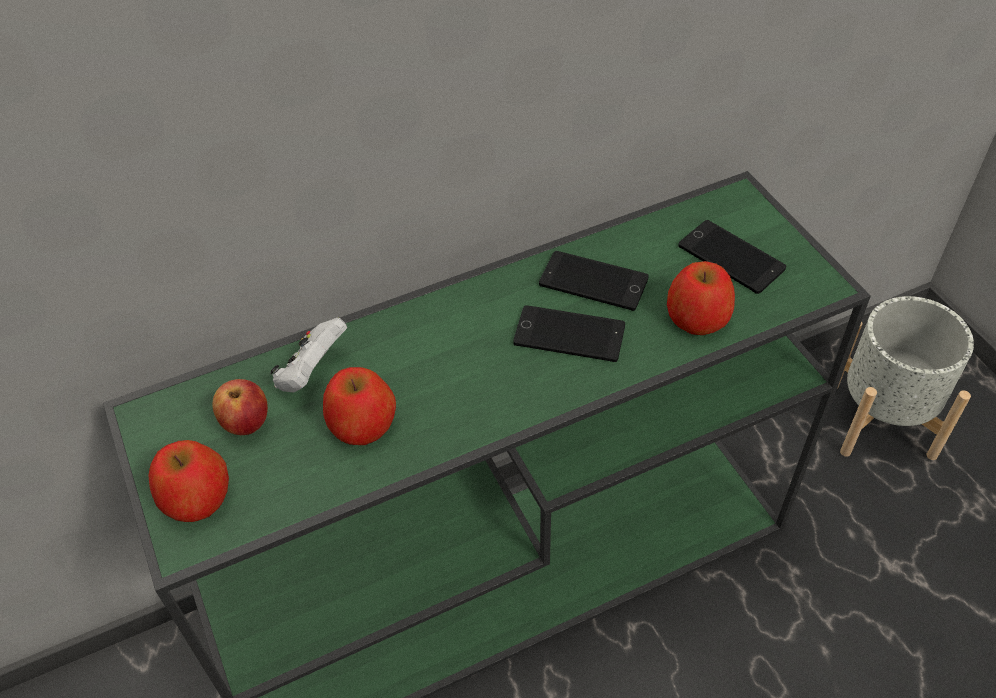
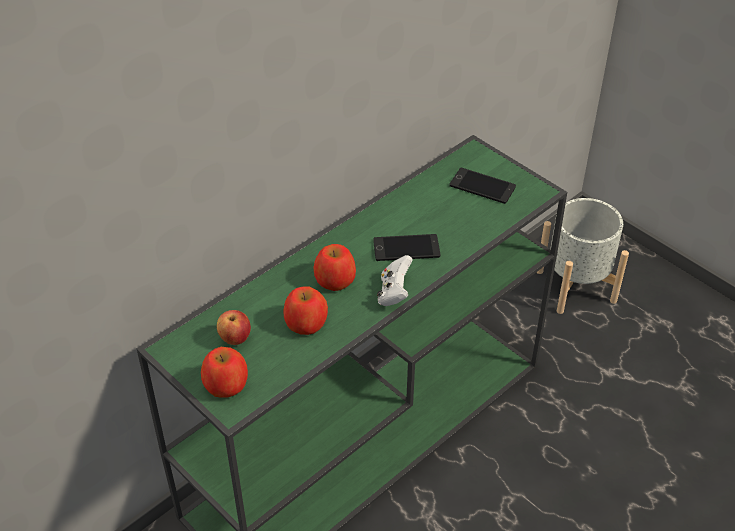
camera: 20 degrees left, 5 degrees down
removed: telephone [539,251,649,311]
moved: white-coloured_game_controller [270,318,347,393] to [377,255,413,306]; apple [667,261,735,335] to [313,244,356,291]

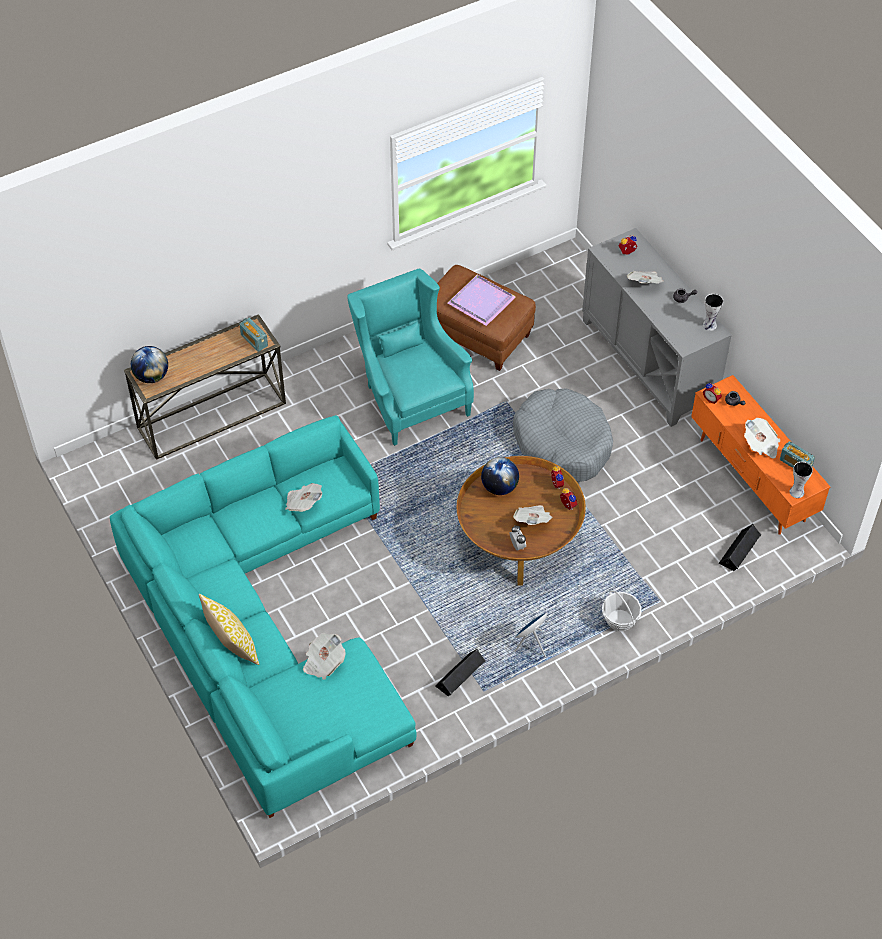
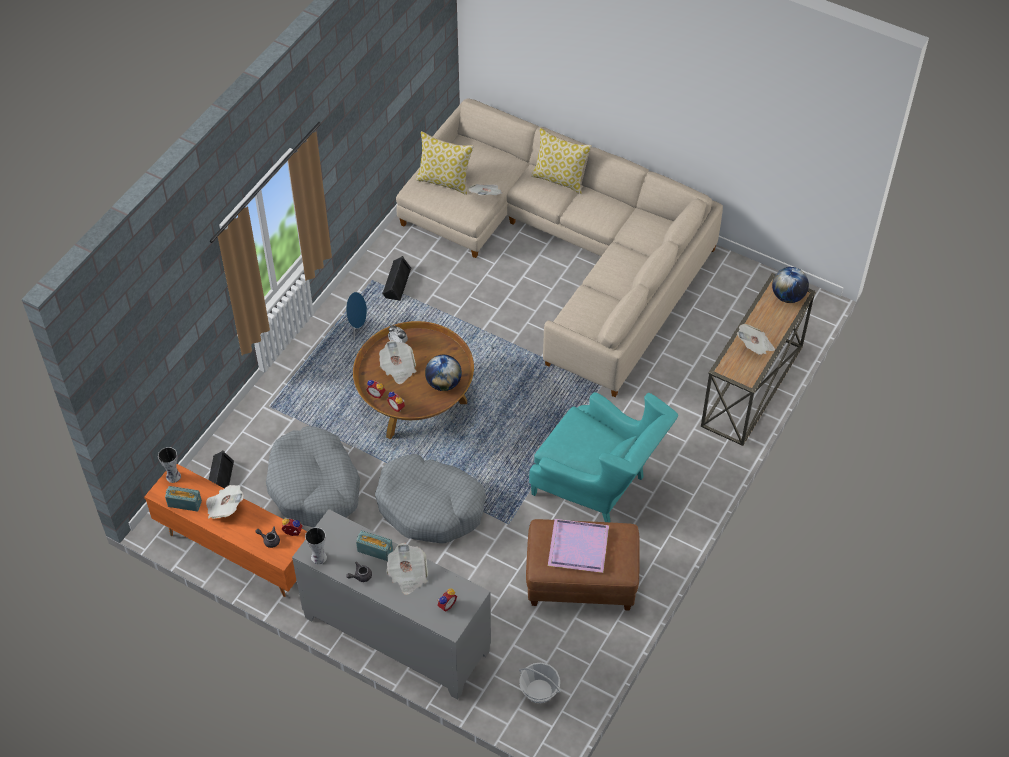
camera: 150 degrees right, 0 degrees up
added: grey_dog_cushion [266,426,360,527]; pillow [416,131,474,195]
moved: radio_receiver [239,318,268,352] to [356,530,393,561]; newspaper [285,483,322,512] to [737,324,775,355]; storage_basket [602,590,642,631] to [519,662,560,703]
recoloured: blue-green_settee [110,415,417,818] to beige_settee [396,98,723,397]

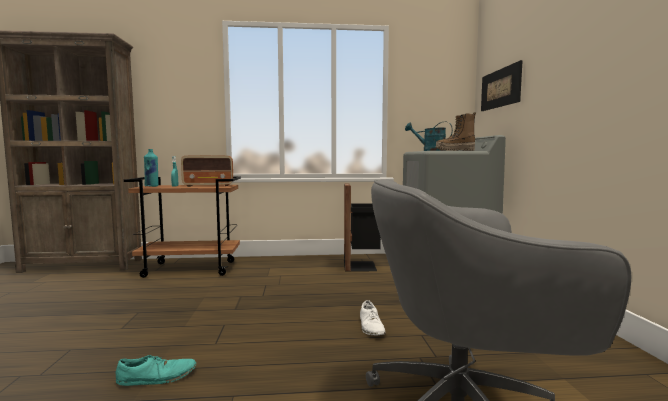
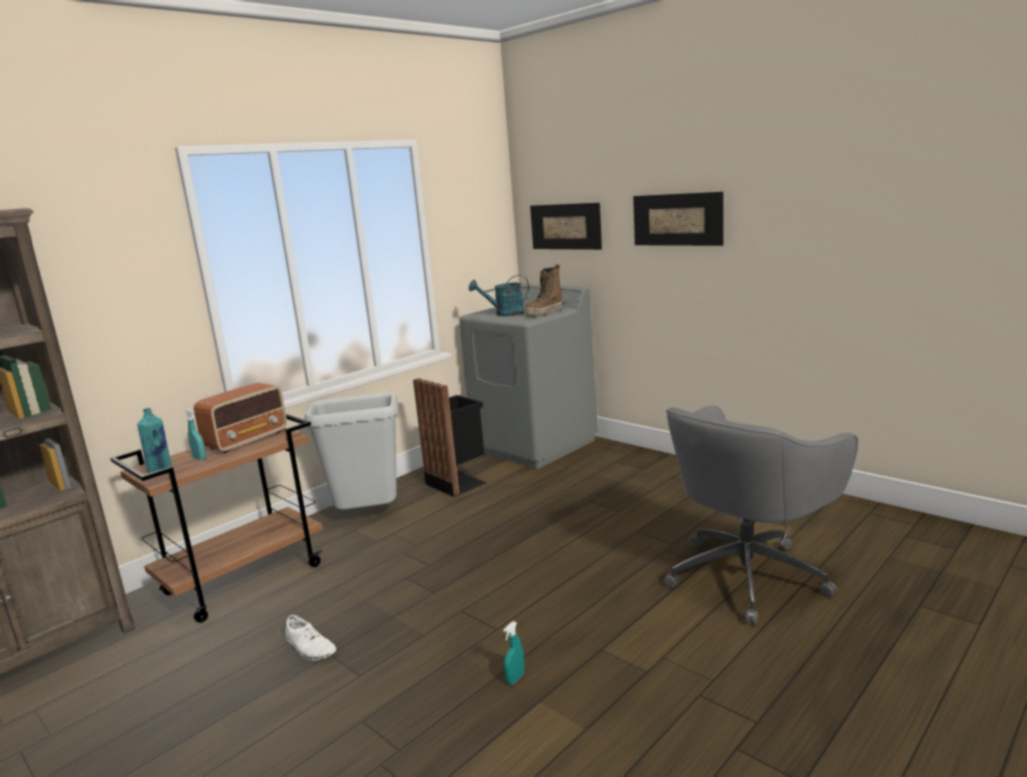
camera: 40 degrees left, 10 degrees up
added: grey_trash_can [304,392,398,510]; wall_art [633,192,724,246]
moved: white-coloured_low_shoe [360,300,386,335] to [285,615,337,661]
replaced: blue-green_low_shoe [116,355,196,386] to blue-green_spray_bottle [503,621,525,685]

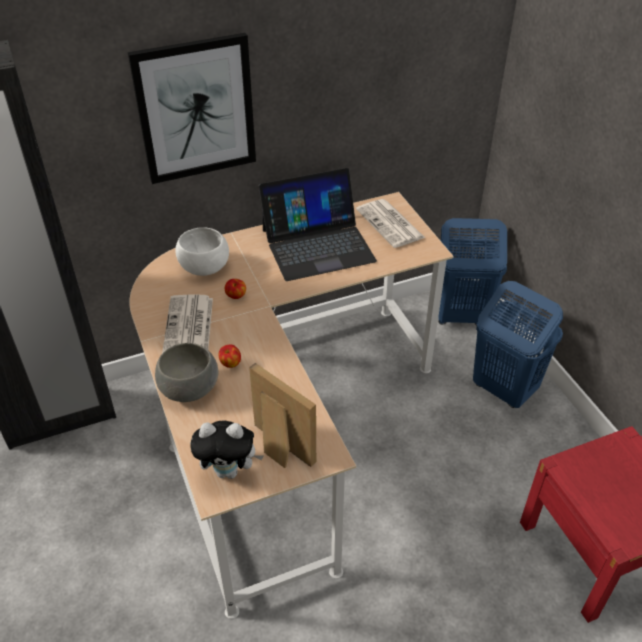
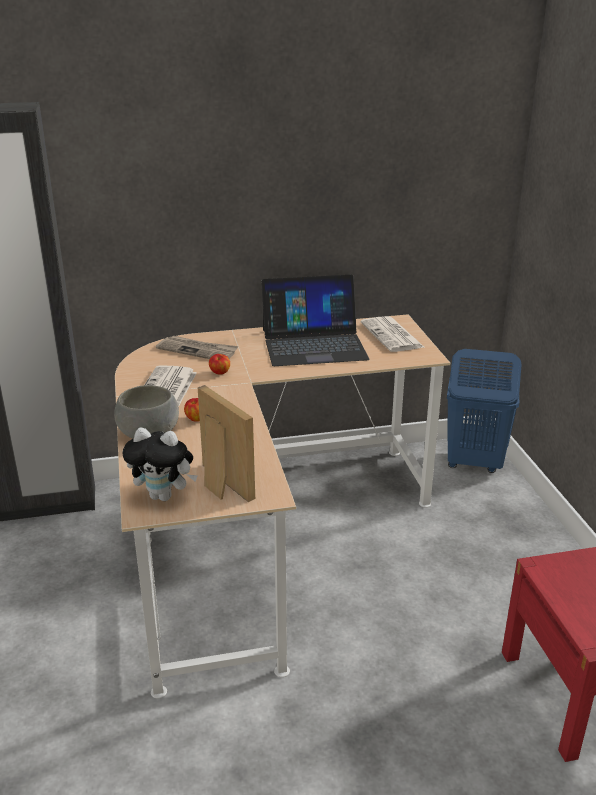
camera: 10 degrees right, 15 degrees down
removed: wall_art [128,33,256,184]; bluish_washing_basket [473,281,563,408]
replaced: white-coloured_bowl [175,227,229,276] to newspaper [156,336,238,359]

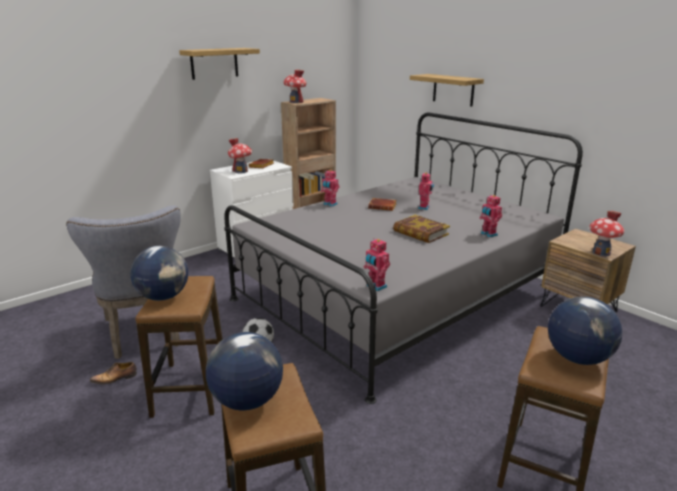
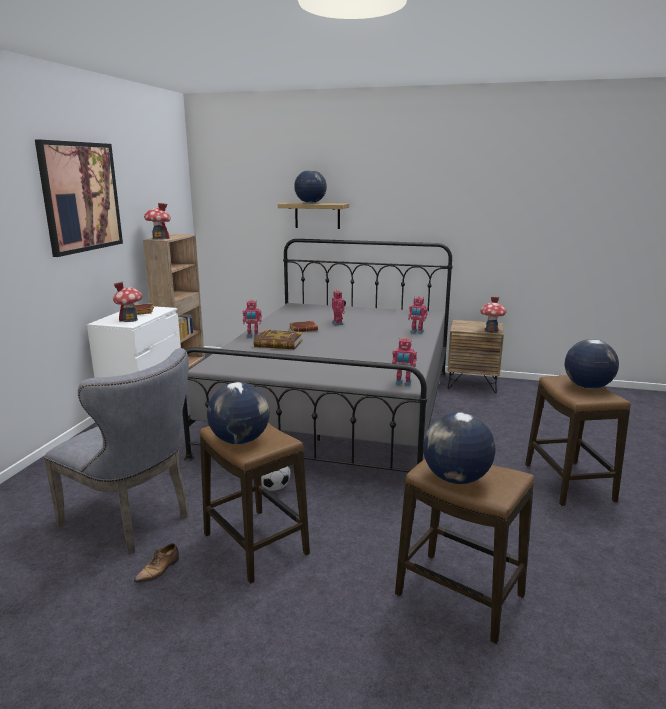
camera: 35 degrees left, 5 degrees down
added: globe [294,170,327,203]
moved: book [393,215,450,243] to [254,330,303,349]
replaced: wall_shelf [179,48,260,80] to wall_art [35,139,123,257]

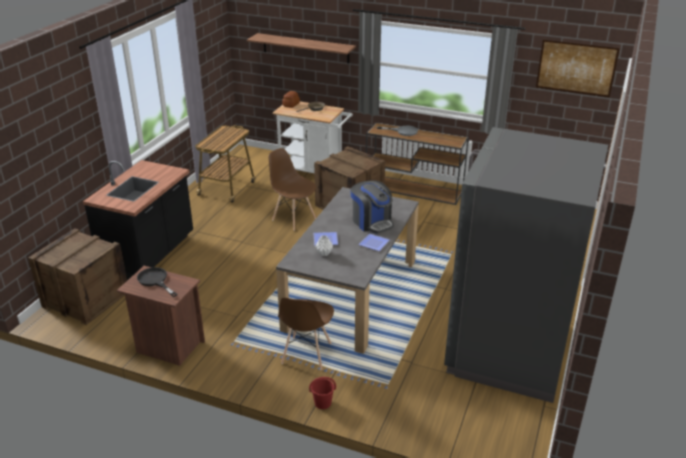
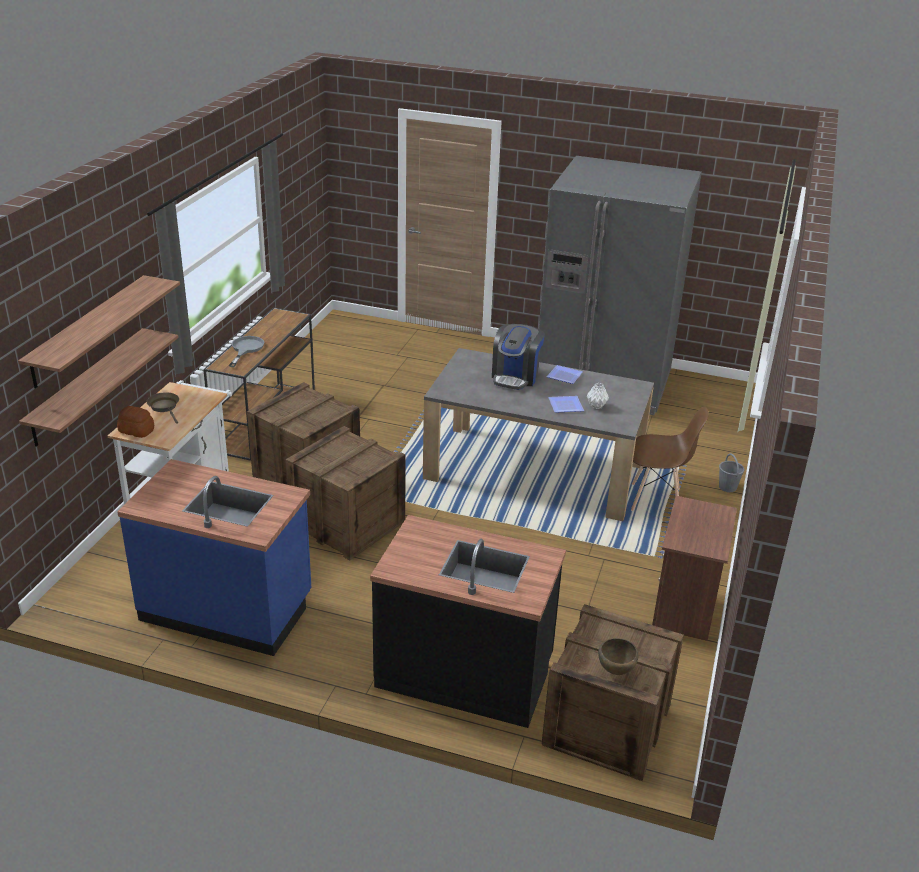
camera: 95 degrees left, 0 degrees up
removed: blackish_skillet [137,267,178,297]; wall_art [536,39,620,97]
added: wall_shelf [19,328,179,447]; brown_bowl [598,638,638,675]
replaced: trolley [196,125,255,203] to bluish_kitchen_counter [117,459,311,656]; brown_plain_chair [269,148,316,231] to crate [286,426,406,560]
recoloured: red-coloured_pail [309,377,336,409] to grey_pail [719,453,745,492]
turned: coffee_maker [350,180,394,234] = [492,324,545,390] 150 degrees clockwise

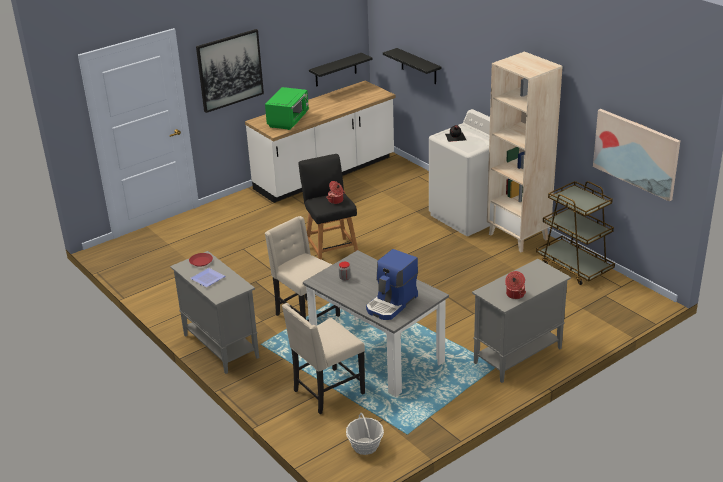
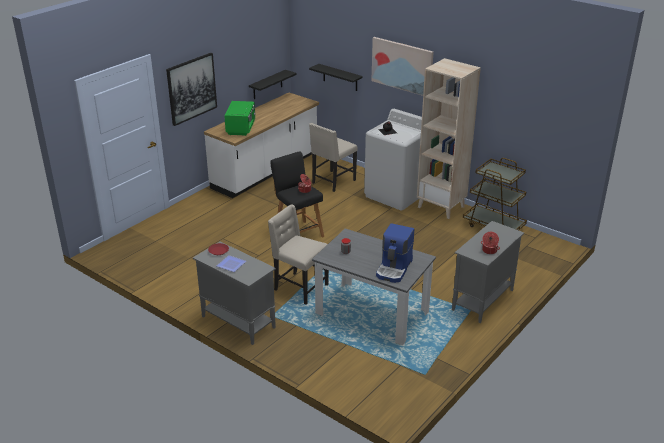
camera: 15 degrees left, 0 degrees up
removed: storage_basket [346,413,384,455]
moved: beige_plain_chair [282,303,365,414] to [309,123,358,192]; wall_art [593,109,680,202] to [371,37,434,96]

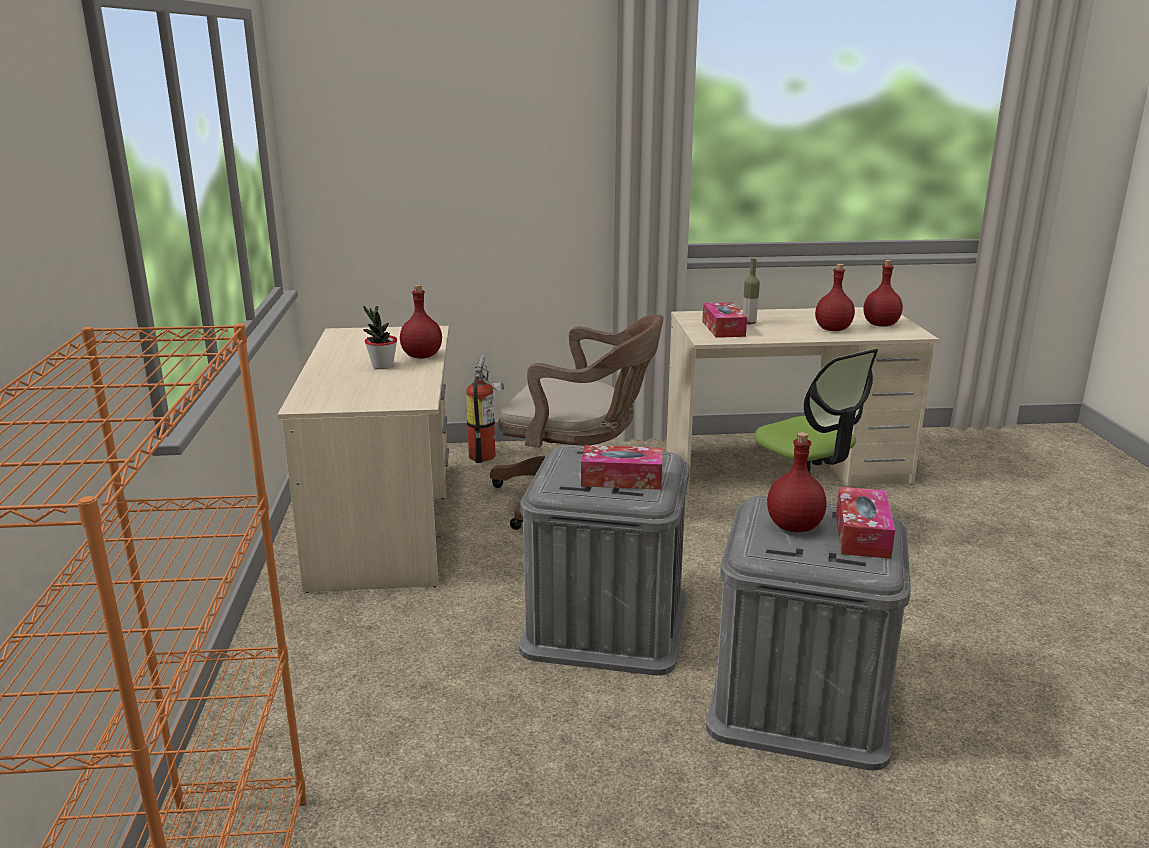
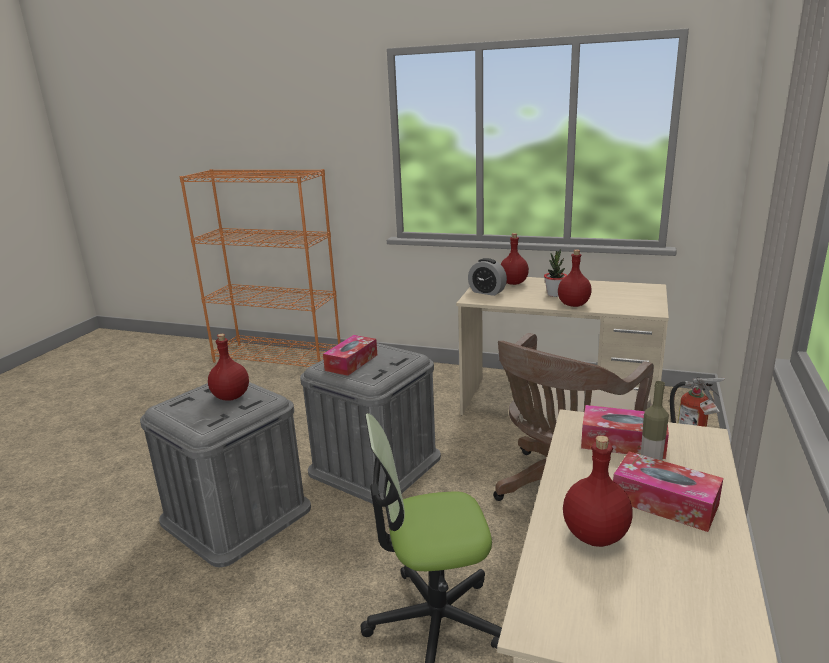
camera: 115 degrees right, 0 degrees up
added: table_clock [468,258,507,296]
moved: tissue_holder [836,487,895,559] to [613,452,723,532]; red-coloured_drink_bottle [864,260,903,327] to [501,233,529,285]

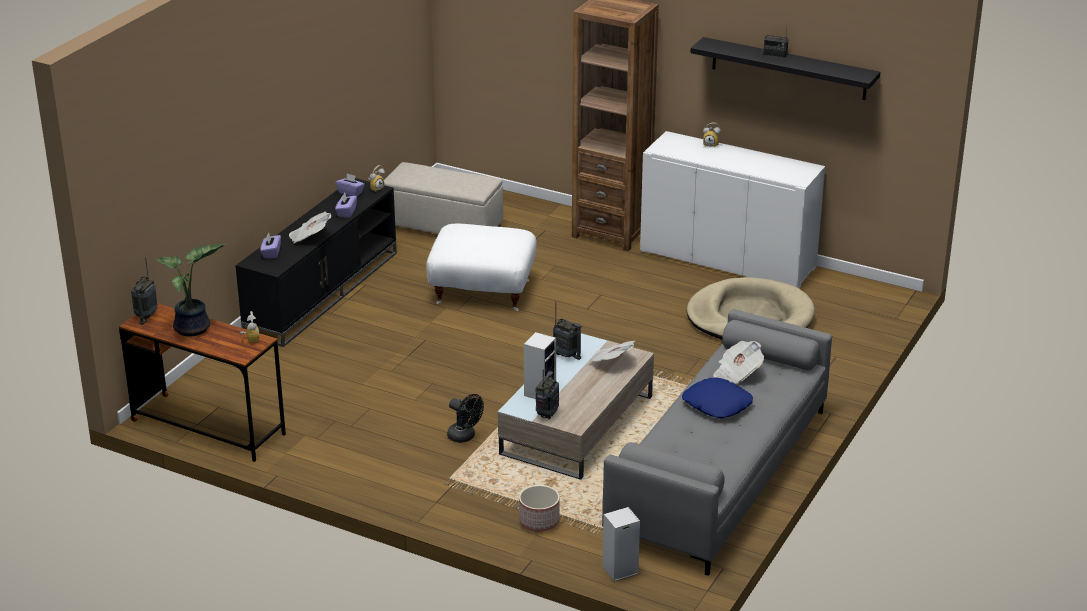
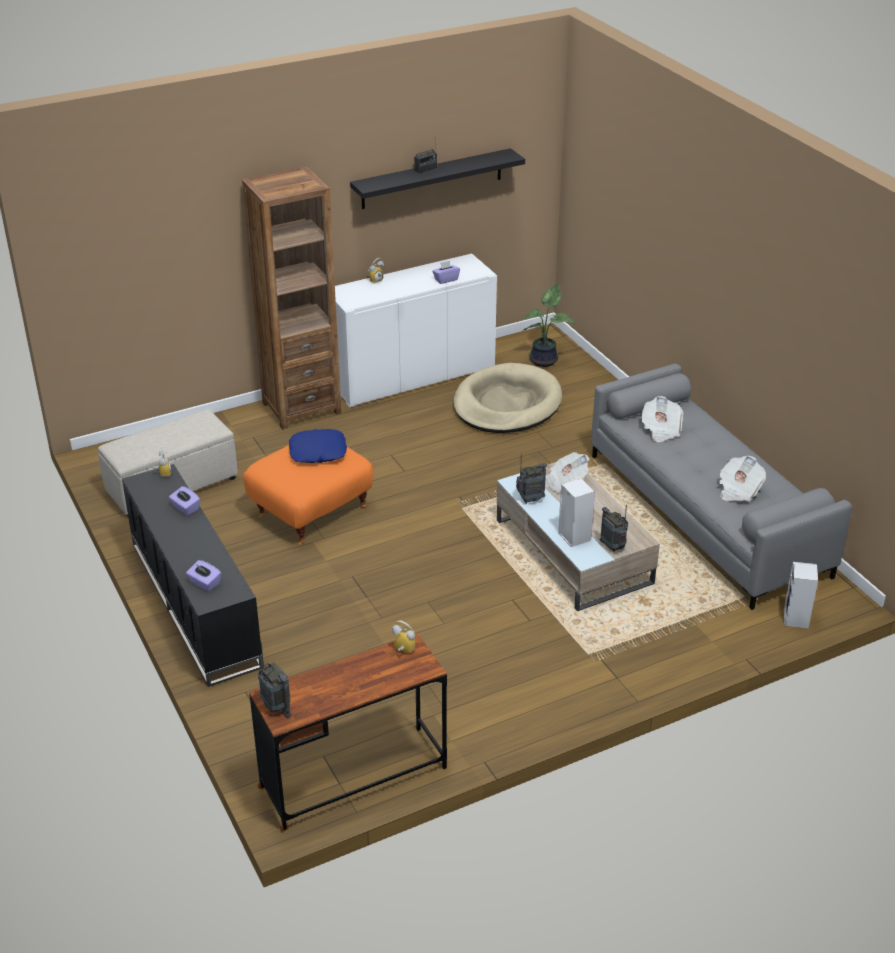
camera: 55 degrees left, 5 degrees up
removed: blackish_fan [447,394,484,443]; planter [519,485,560,532]
moved: potted_plant [156,244,226,337] to [524,283,574,367]; newspaper [289,211,331,243] to [719,456,766,502]; purple-coloured_tissue_holder [336,174,365,196] to [432,261,460,284]; bluish_pillow [682,378,753,418] to [289,429,347,463]
recoloured: white-coloured_ottoman [426,224,537,311] to orange-coloured_ottoman [243,445,373,545]

